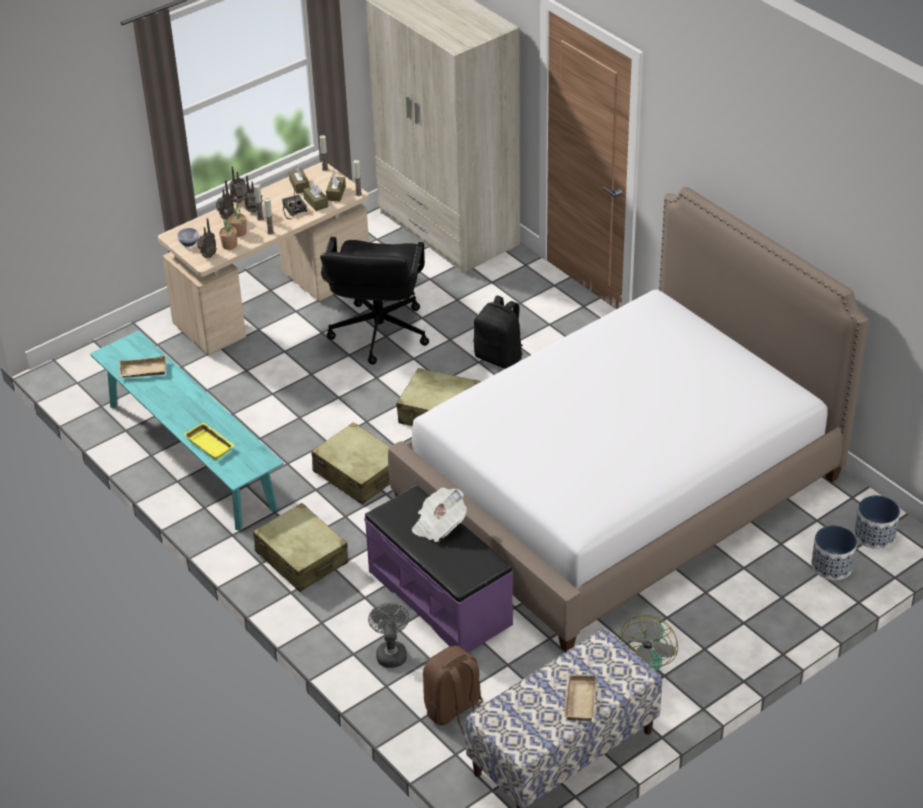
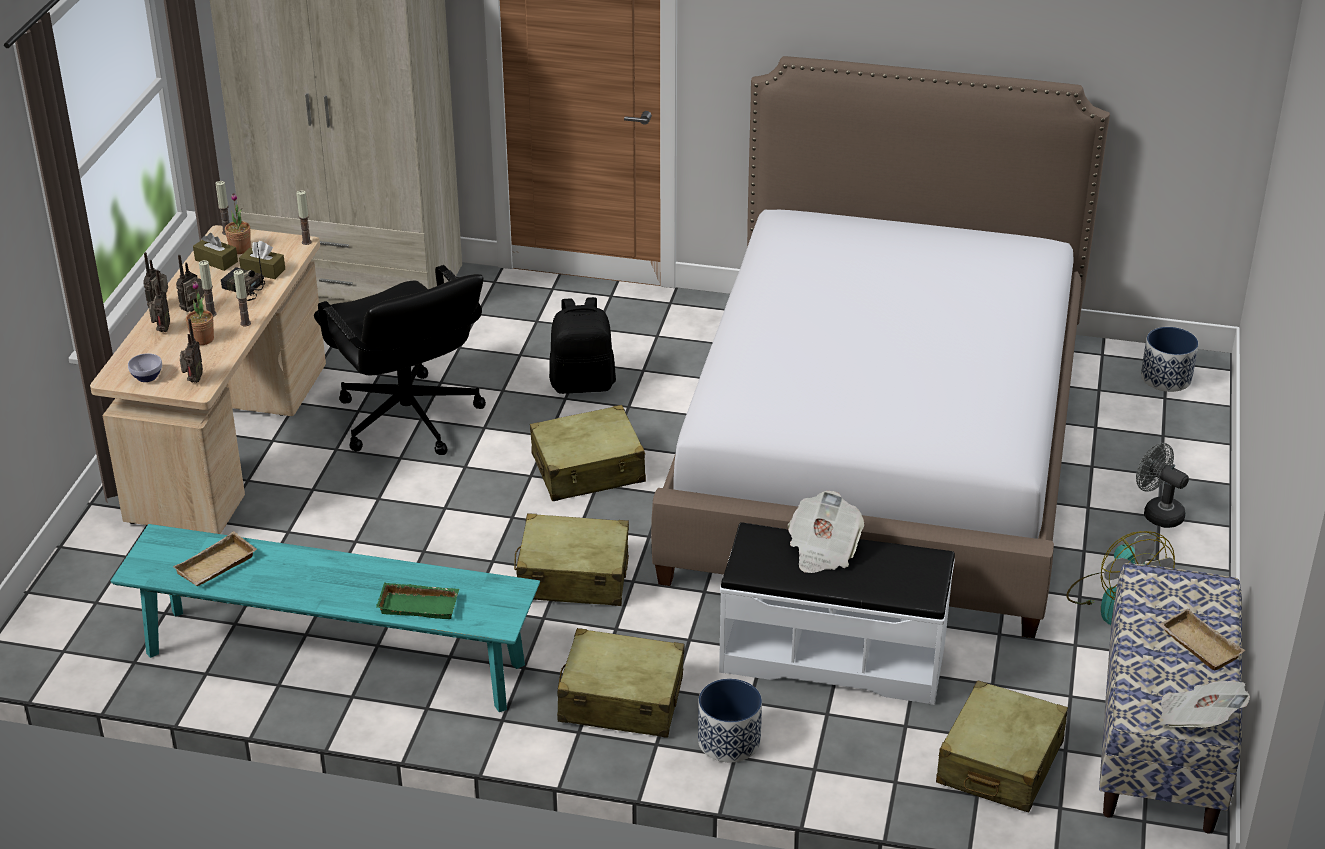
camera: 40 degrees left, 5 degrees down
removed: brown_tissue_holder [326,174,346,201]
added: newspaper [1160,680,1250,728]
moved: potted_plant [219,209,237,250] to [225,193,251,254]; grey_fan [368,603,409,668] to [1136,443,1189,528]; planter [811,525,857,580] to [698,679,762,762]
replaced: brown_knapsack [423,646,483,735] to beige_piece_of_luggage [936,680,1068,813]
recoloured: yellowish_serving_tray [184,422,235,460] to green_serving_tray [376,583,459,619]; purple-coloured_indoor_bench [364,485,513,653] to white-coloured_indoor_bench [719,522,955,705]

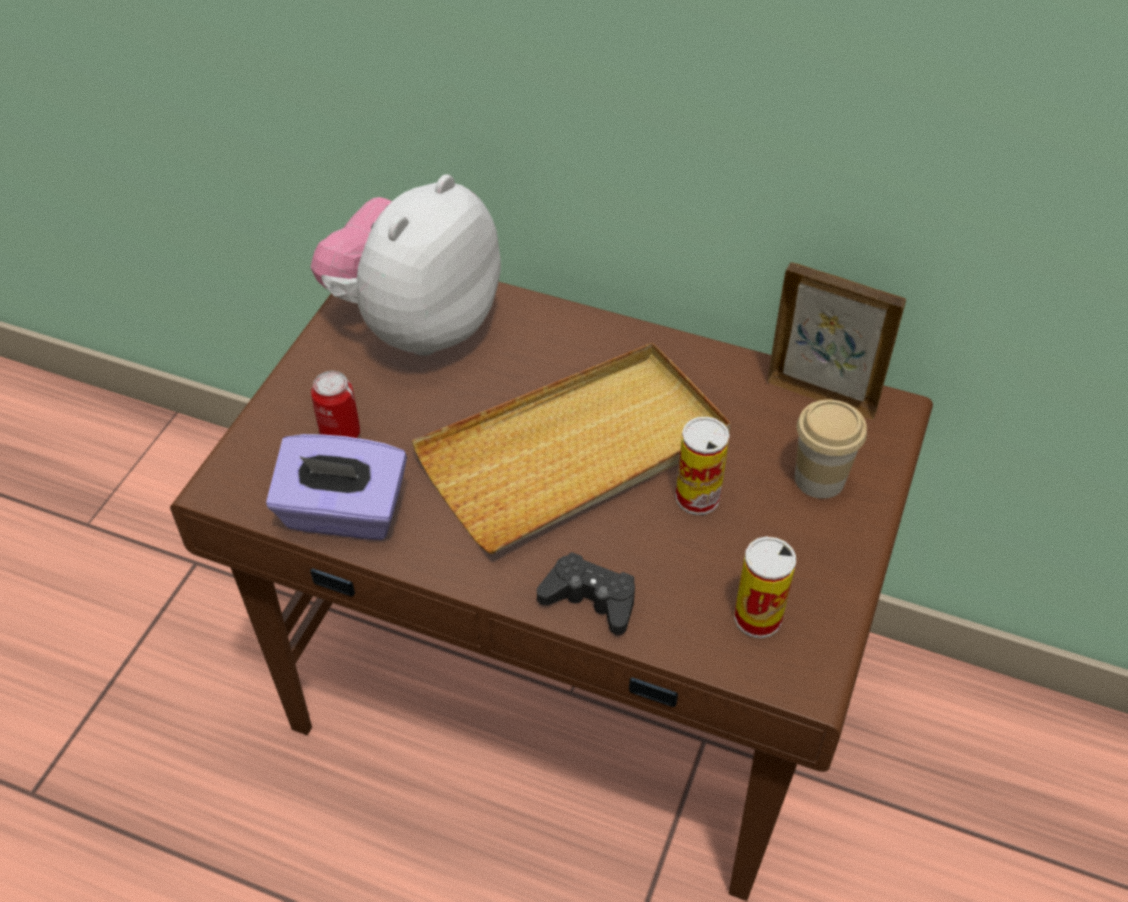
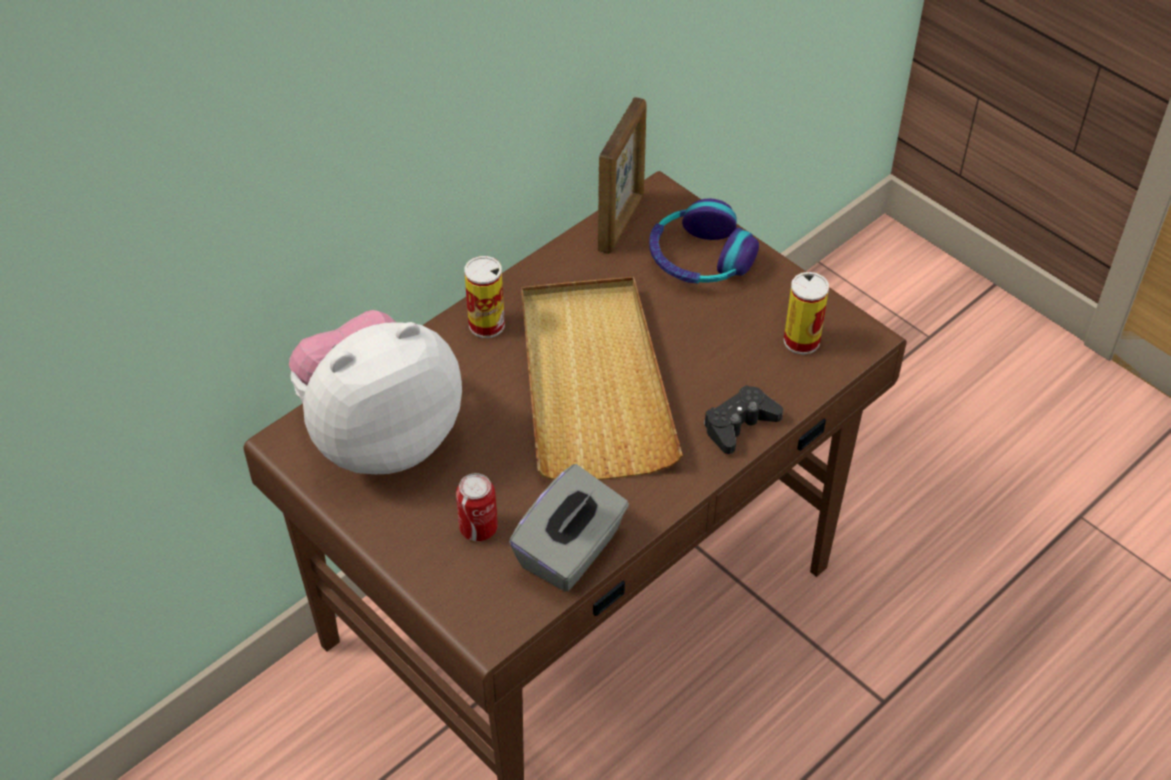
camera: 65 degrees left, 0 degrees up
moved: sealed_can [675,417,730,515] to [464,256,505,338]
replaced: small_cup [795,400,867,499] to headset [649,199,759,283]
recoloured: purple-coloured_tissue_holder [266,434,407,540] to grey_tissue_holder [509,464,629,592]
turned: cuddly_toy [311,174,501,356] = [289,310,462,474] 90 degrees clockwise; picture_frame [767,262,906,420] = [598,97,647,254] 150 degrees clockwise

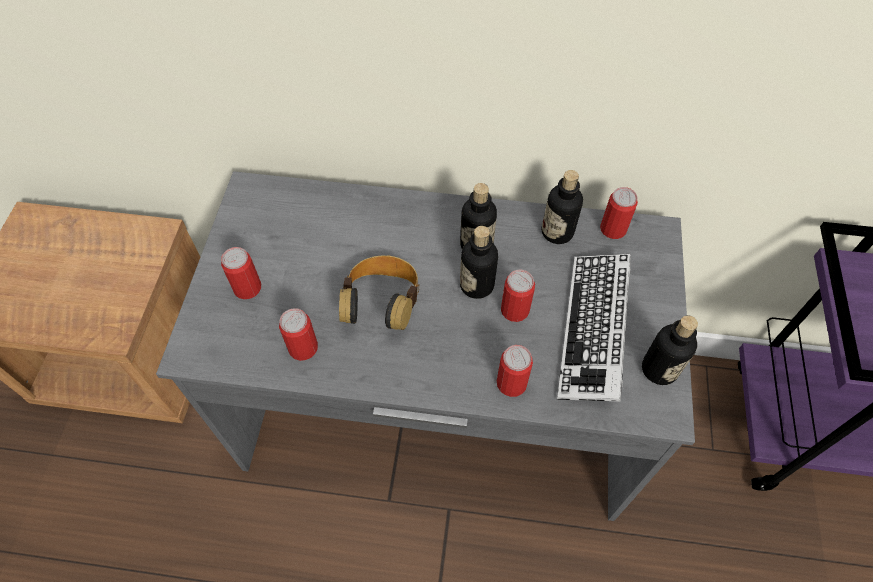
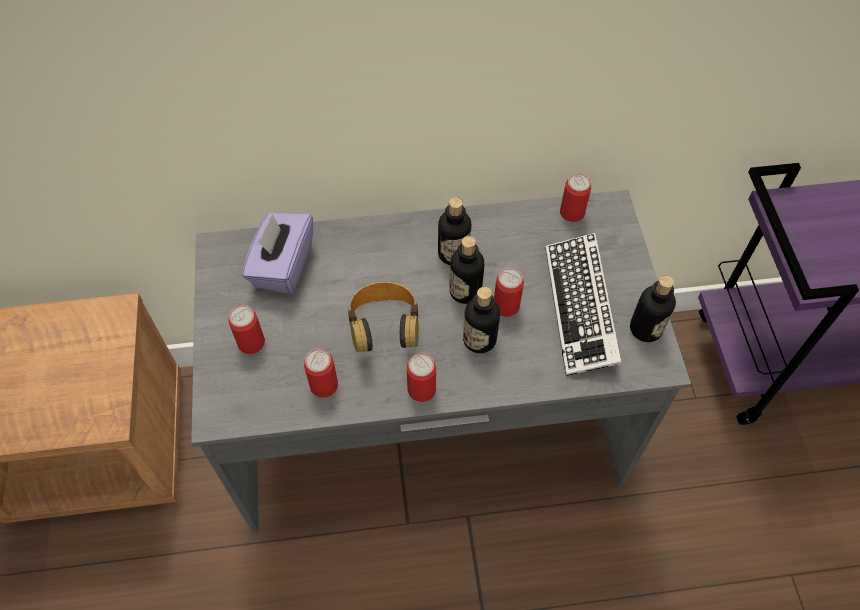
camera: 15 degrees left, 0 degrees up
added: purple-coloured_tissue_holder [242,213,313,294]
moved: sealed_can [497,345,533,397] to [407,353,436,402]; drink_bottle [542,170,583,244] to [463,287,500,353]

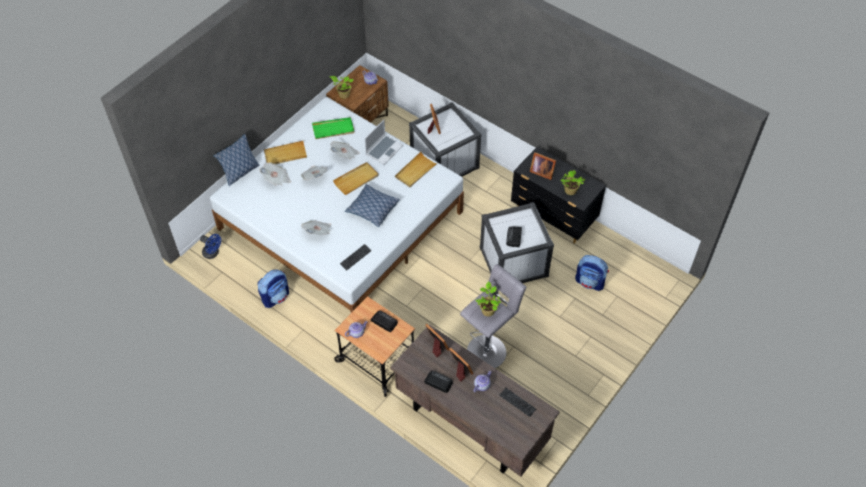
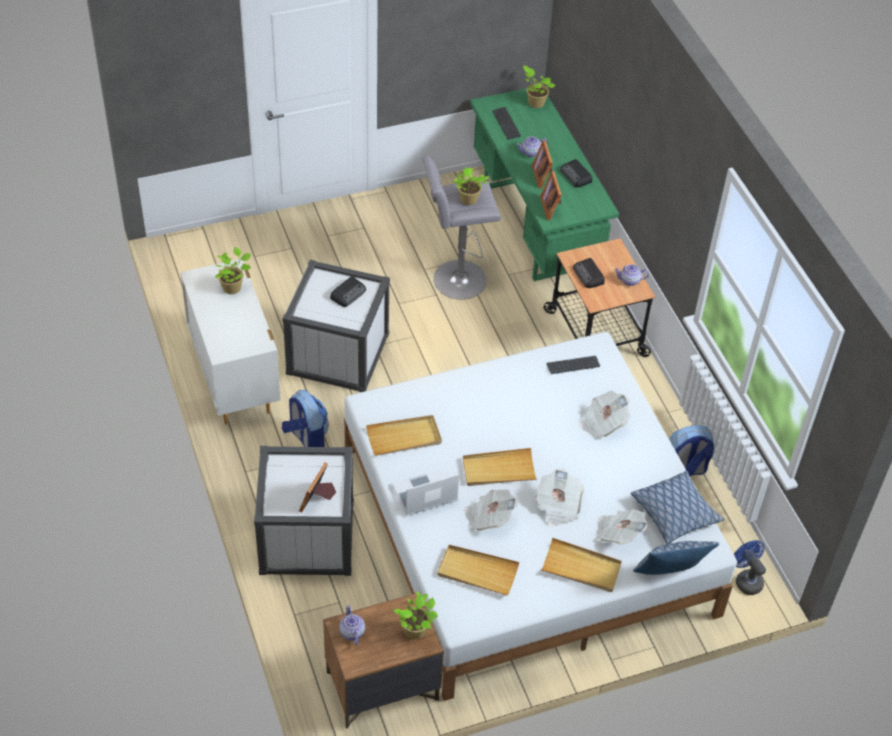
camera: 150 degrees left, 5 degrees down
removed: picture_frame [530,152,556,180]
added: potted_plant [523,65,555,108]
moved: pillow [345,184,400,227] to [631,470,725,544]; knapsack [575,255,609,291] to [282,390,329,447]
recoloured: green_serving_tray [312,117,355,139] to beige_serving_tray [437,545,519,596]; brown_desk_table [390,324,560,477] to green_desk_table [470,88,619,281]; blackish_drawer_chest [511,147,606,244] to white-coloured_drawer_chest [180,259,281,425]

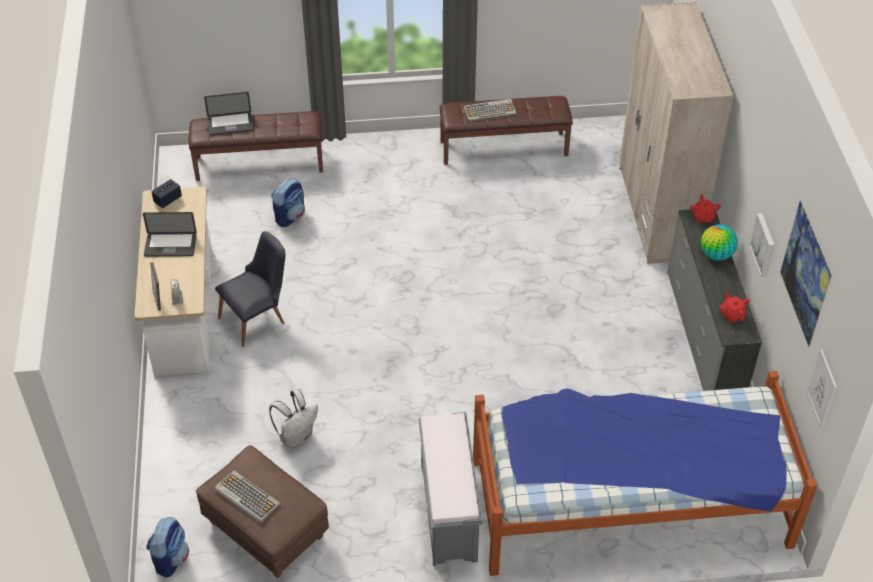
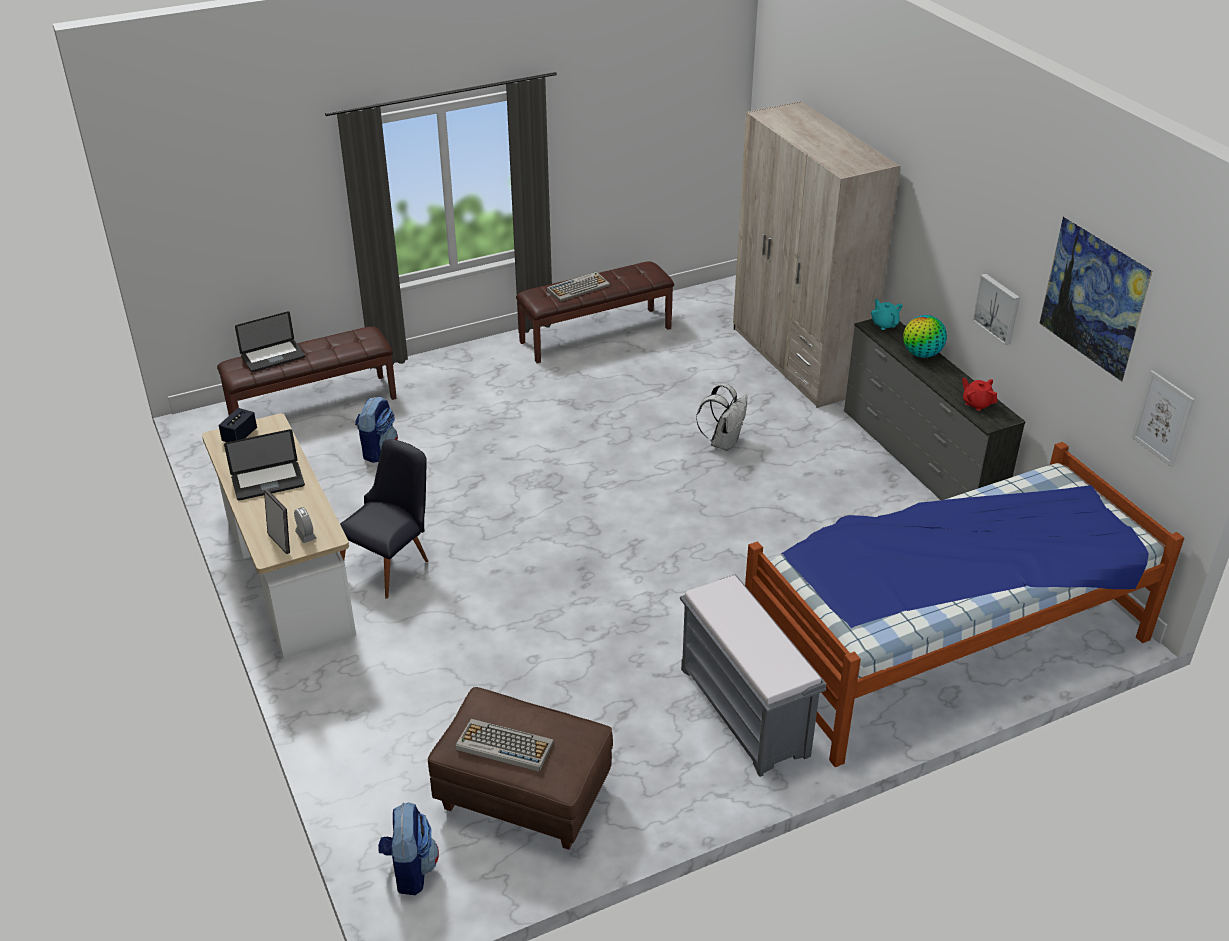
camera: 20 degrees left, 10 degrees down
moved: white-coloured_knapsack [269,389,318,448] to [696,383,748,451]
recoloured: red-coloured_pot_for_tea [690,194,721,223] to blue-green_pot_for_tea [871,299,903,330]

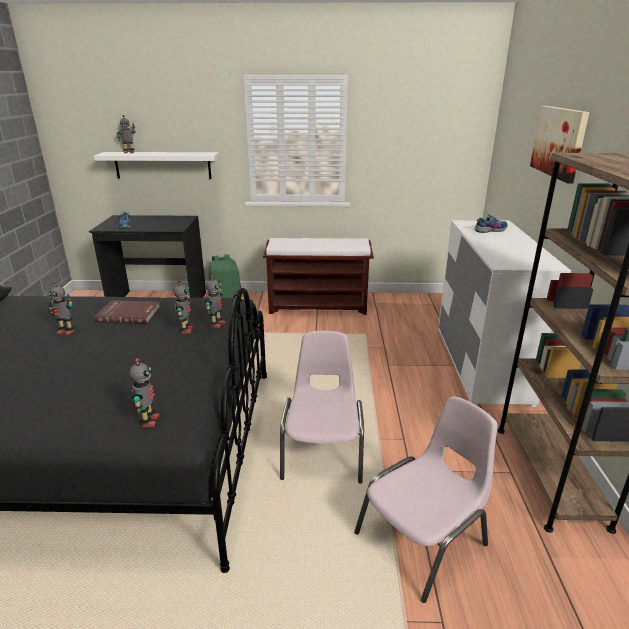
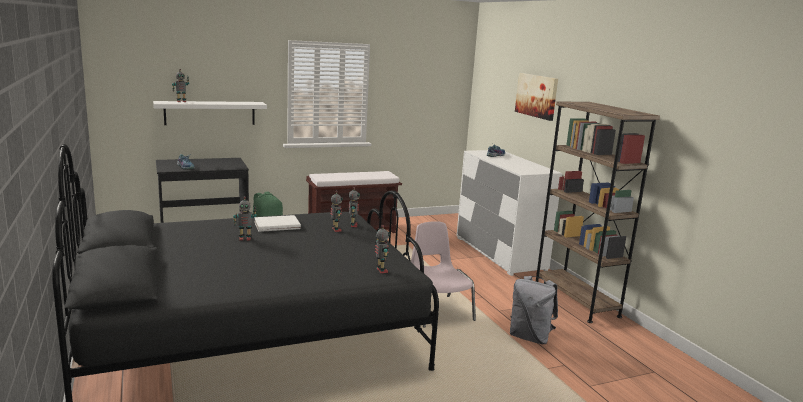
camera: 25 degrees left, 10 degrees down
replaced: pink-coloured_plain_chair [354,396,498,603] to grey_knapsack [510,276,558,344]
recoloured: red-coloured_book [95,300,160,323] to white-coloured_book [254,215,301,232]

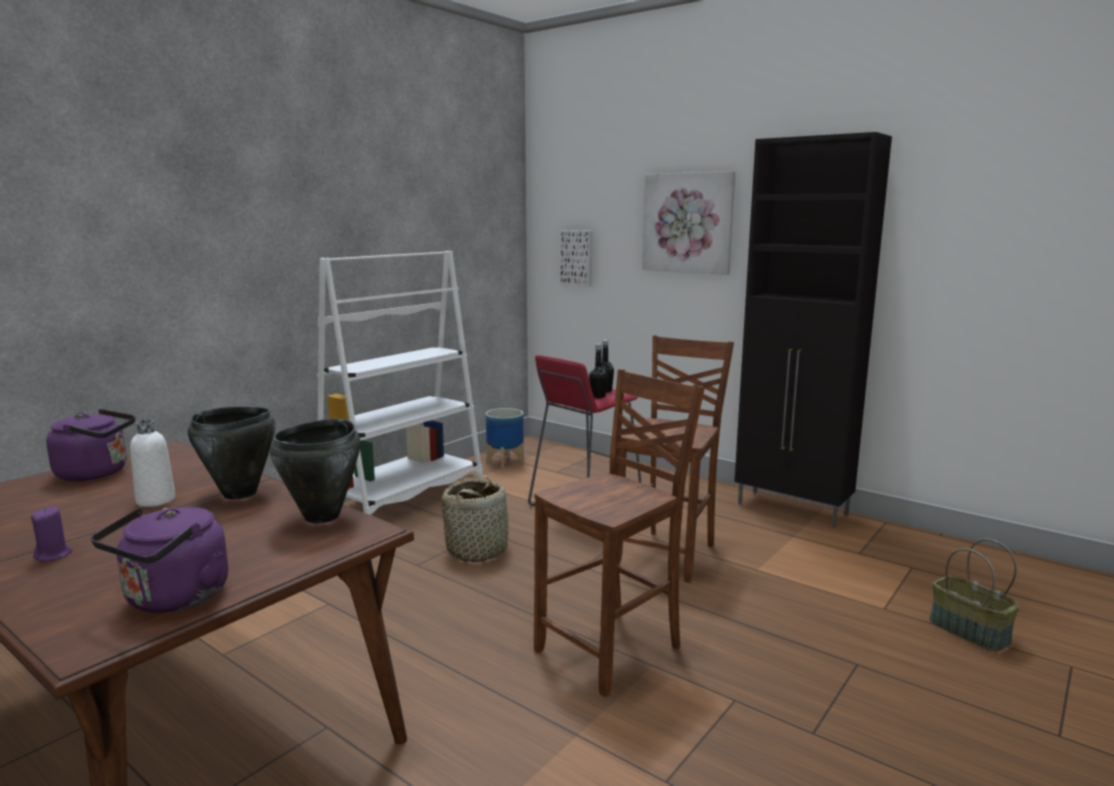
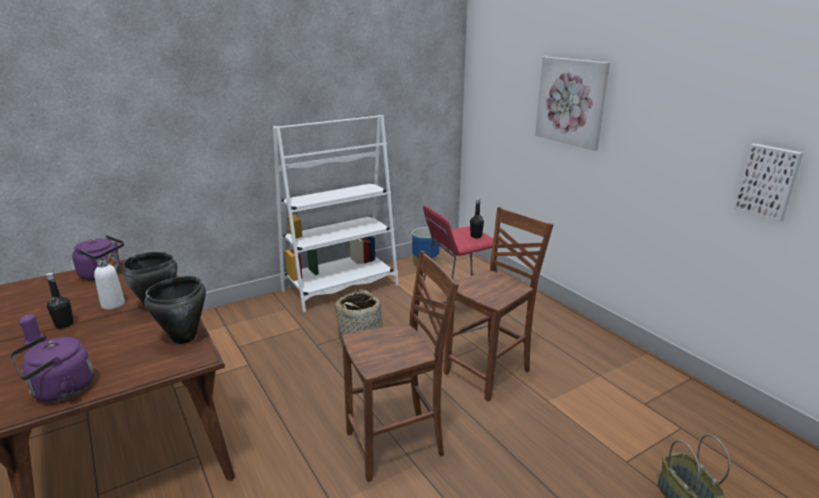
camera: 20 degrees right, 10 degrees up
removed: blackish_storage_cabinet [734,132,892,528]
moved: wall_art [560,230,592,287] to [734,144,803,222]; blackish_drink_bottle [589,344,607,398] to [46,273,74,329]

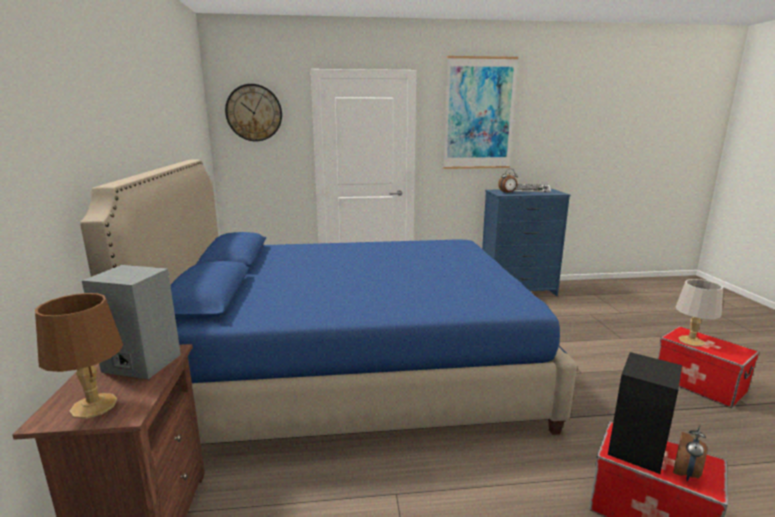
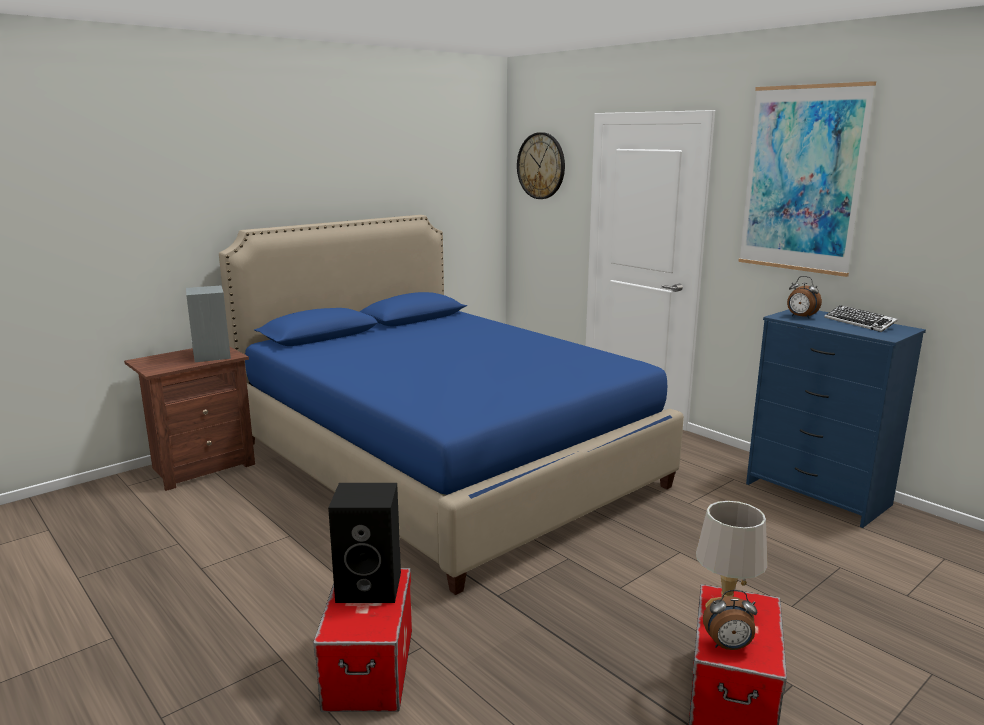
camera: 55 degrees right, 0 degrees up
removed: brown_tabletop_lamp [35,293,123,419]
moved: table_clock [673,425,707,482] to [703,590,757,650]

